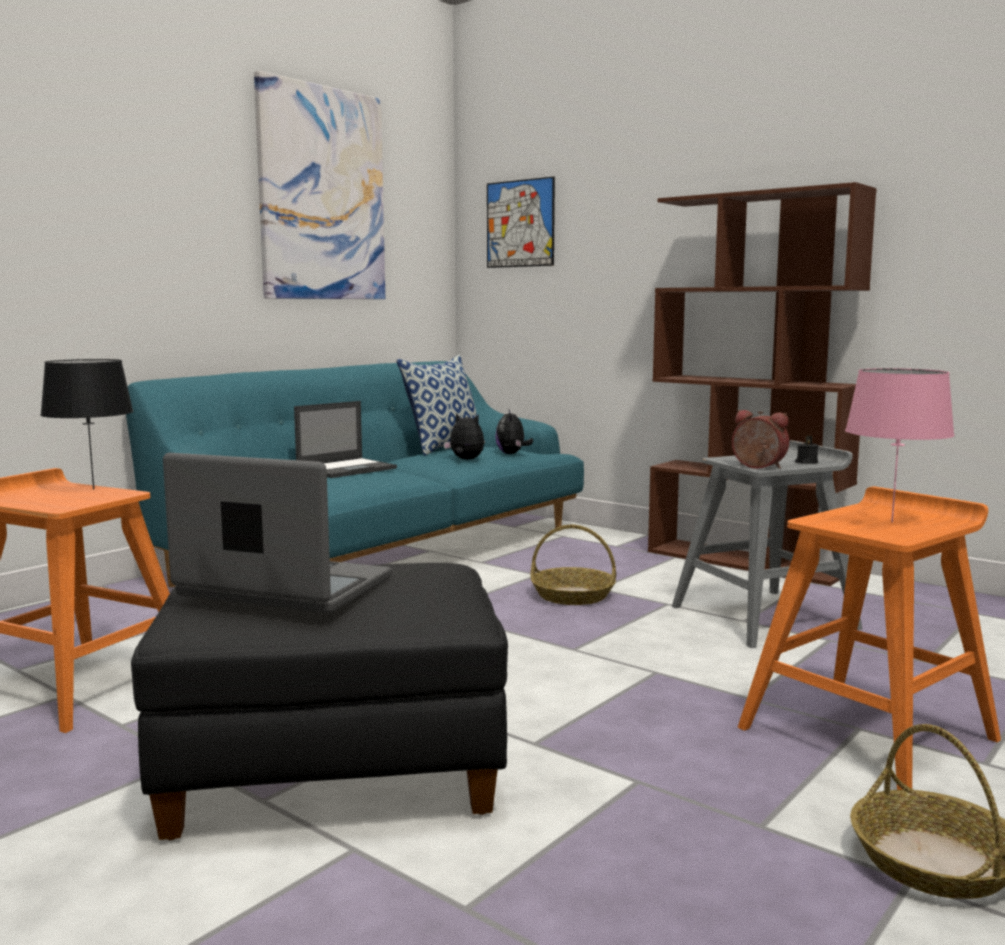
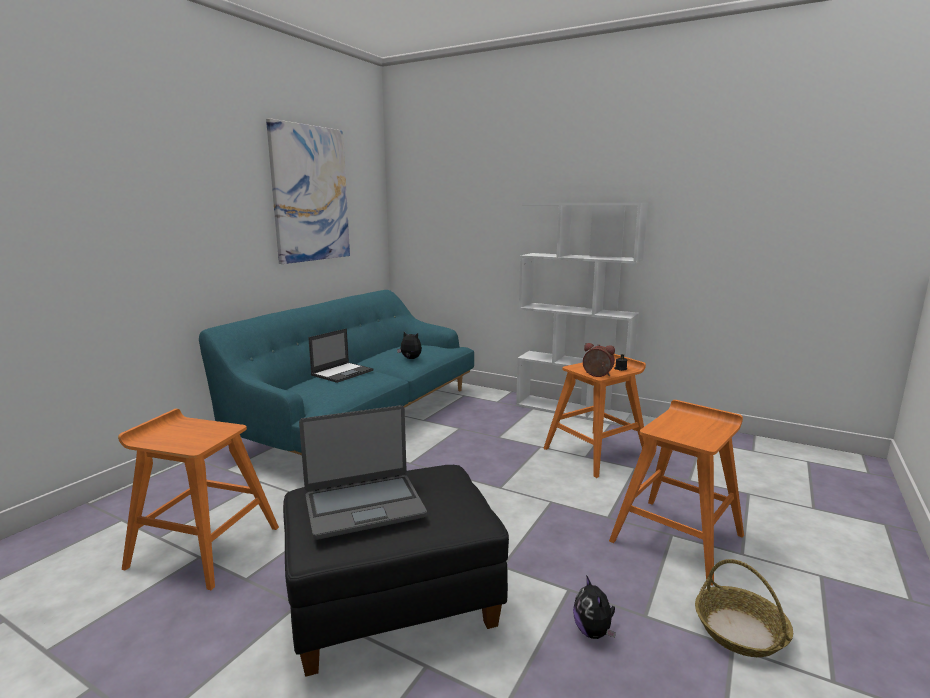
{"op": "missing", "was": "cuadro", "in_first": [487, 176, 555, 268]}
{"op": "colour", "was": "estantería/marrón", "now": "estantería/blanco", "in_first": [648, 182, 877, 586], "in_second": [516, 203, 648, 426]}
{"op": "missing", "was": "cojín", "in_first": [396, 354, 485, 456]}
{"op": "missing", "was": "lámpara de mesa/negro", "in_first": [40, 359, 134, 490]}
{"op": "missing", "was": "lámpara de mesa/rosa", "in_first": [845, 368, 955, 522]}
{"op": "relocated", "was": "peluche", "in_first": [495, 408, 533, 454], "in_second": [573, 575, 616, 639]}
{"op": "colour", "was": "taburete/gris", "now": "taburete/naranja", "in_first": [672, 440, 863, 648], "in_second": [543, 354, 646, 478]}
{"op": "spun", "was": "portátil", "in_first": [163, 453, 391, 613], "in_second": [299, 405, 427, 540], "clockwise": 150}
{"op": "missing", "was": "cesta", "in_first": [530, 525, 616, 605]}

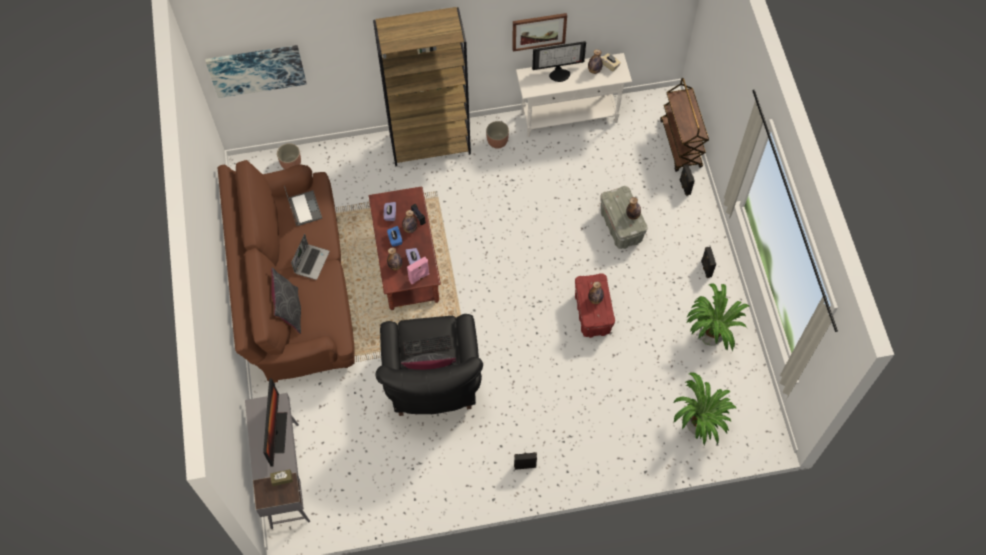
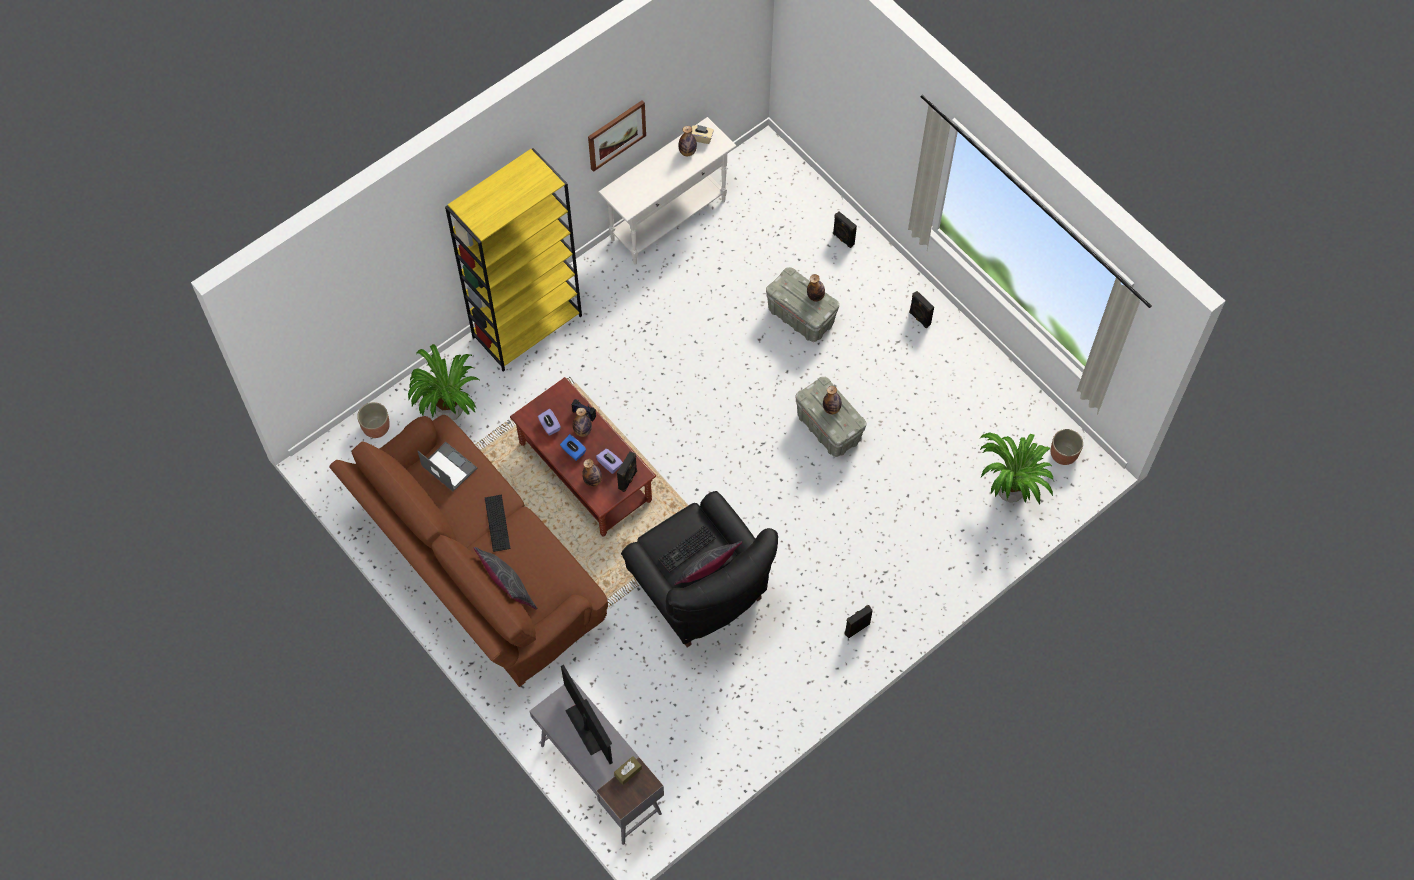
{"op": "colour", "was": "estantería/marrón", "now": "estantería/amarillo", "in_first": [373, 7, 471, 167], "in_second": [445, 148, 582, 371]}
{"op": "missing", "was": "monitor", "in_first": [532, 41, 586, 82]}
{"op": "missing", "was": "cuadro", "in_first": [205, 45, 307, 98]}
{"op": "missing", "was": "carrito/marrón", "in_first": [660, 78, 709, 172]}
{"op": "relocated", "was": "maceta", "in_first": [486, 121, 509, 149], "in_second": [1051, 429, 1083, 465]}
{"op": "exchanged", "was": "portátil", "now": "teclado", "in_first": [291, 234, 330, 280], "in_second": [485, 495, 510, 552]}
{"op": "colour", "was": "altavoz/rosa", "now": "altavoz/negro", "in_first": [407, 257, 430, 284], "in_second": [617, 451, 637, 492]}
{"op": "colour", "was": "caja de almacenaje/rojo", "now": "caja de almacenaje/gris", "in_first": [575, 273, 615, 338], "in_second": [795, 376, 866, 457]}
{"op": "relocated", "was": "planta en maceta", "in_first": [687, 284, 750, 352], "in_second": [408, 344, 481, 420]}

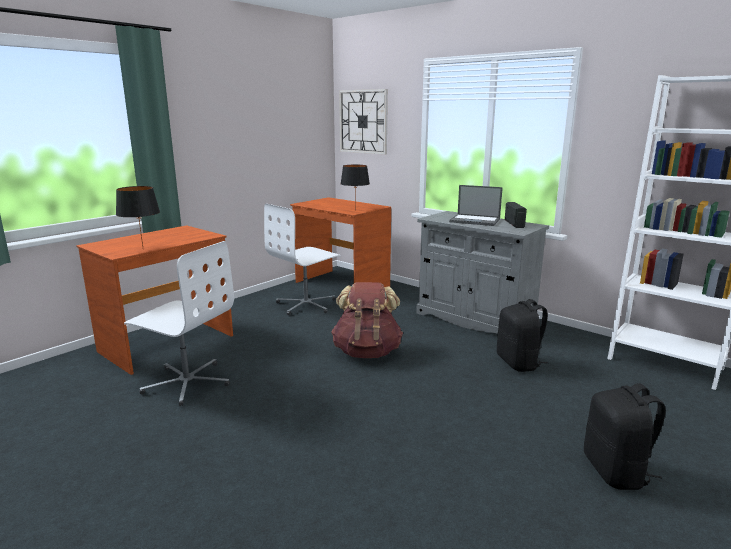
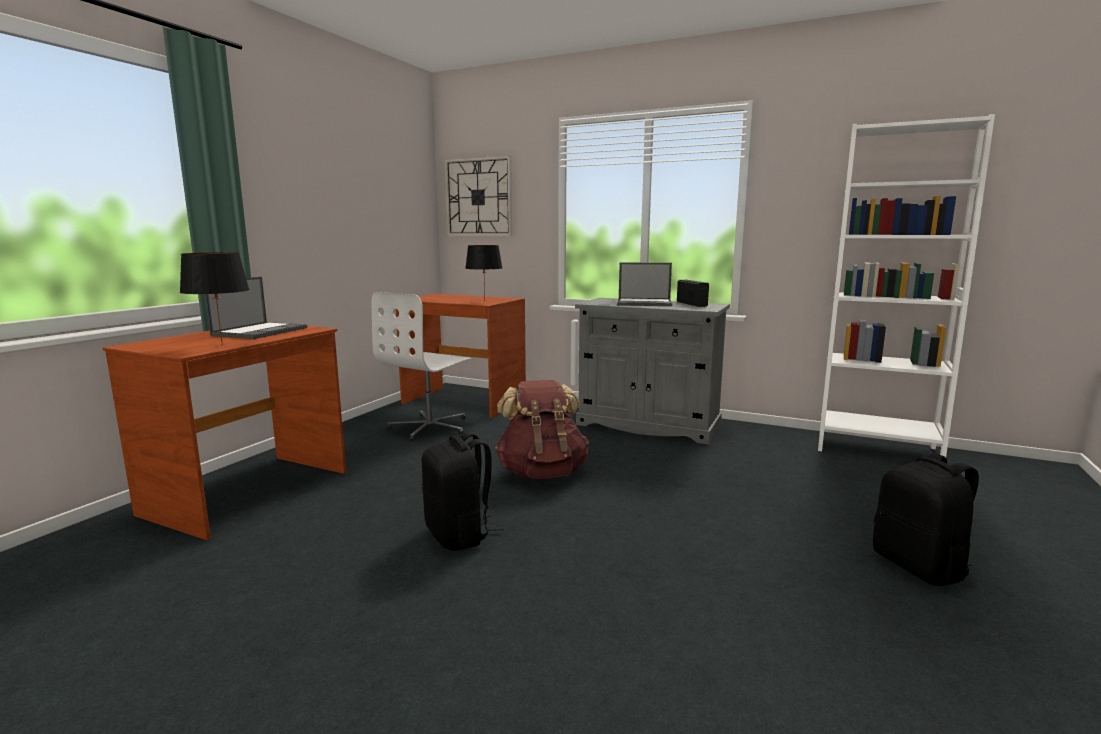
{"op": "missing", "was": "silla de oficina/blanco", "in_first": [124, 241, 234, 406]}
{"op": "relocated", "was": "mochila/negro", "in_first": [497, 299, 548, 372], "in_second": [421, 432, 504, 551]}
{"op": "appeared", "now": "portátil", "in_second": [205, 277, 307, 339]}

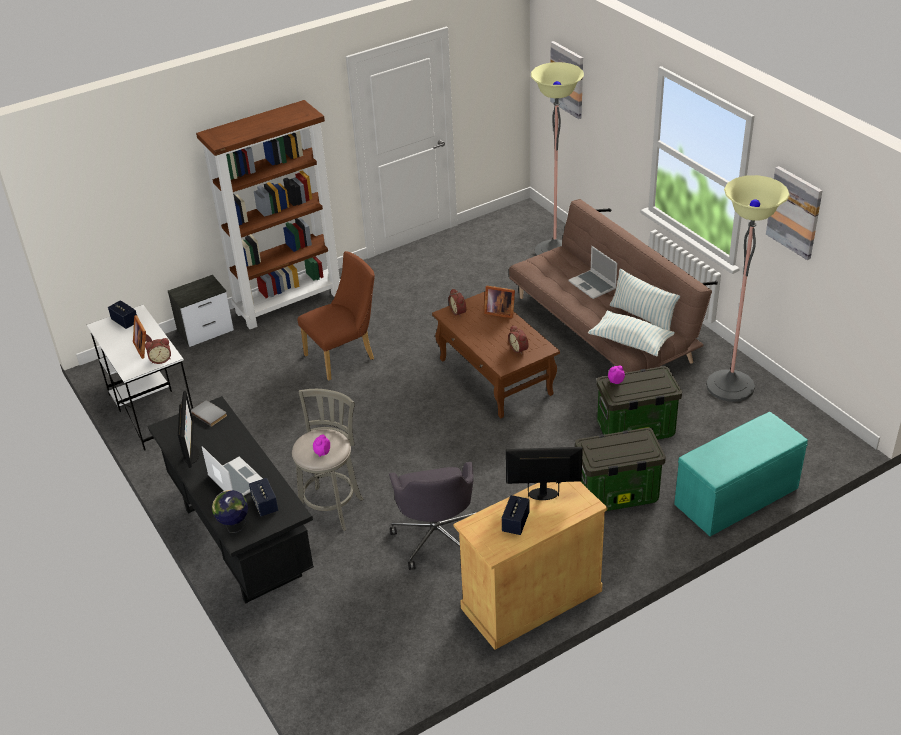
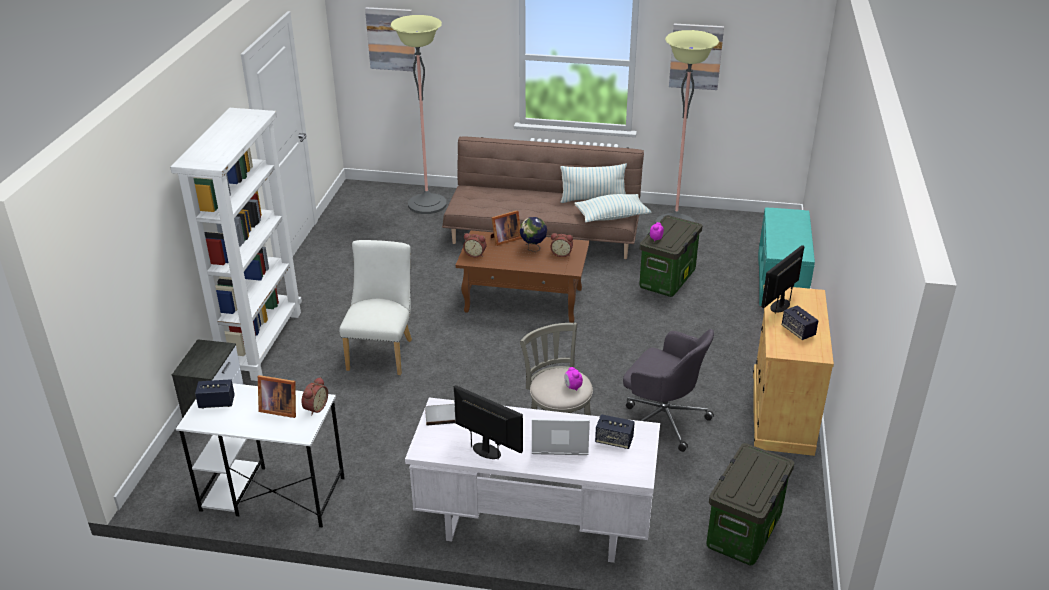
{"op": "colour", "was": "estantería/marrón", "now": "estantería/blanco", "in_first": [196, 100, 340, 329], "in_second": [170, 108, 302, 381]}
{"op": "missing", "was": "portátil", "in_first": [568, 246, 617, 299]}
{"op": "colour", "was": "silla/marrón", "now": "silla/blanco", "in_first": [297, 251, 375, 380], "in_second": [339, 240, 412, 375]}
{"op": "colour", "was": "escritorio/negro", "now": "escritorio/blanco", "in_first": [148, 396, 314, 603], "in_second": [405, 398, 660, 563]}
{"op": "relocated", "was": "caja de almacenaje", "in_first": [575, 427, 666, 511], "in_second": [707, 443, 794, 566]}
{"op": "relocated", "was": "globo terráqueo", "in_first": [212, 490, 248, 533], "in_second": [520, 217, 547, 252]}

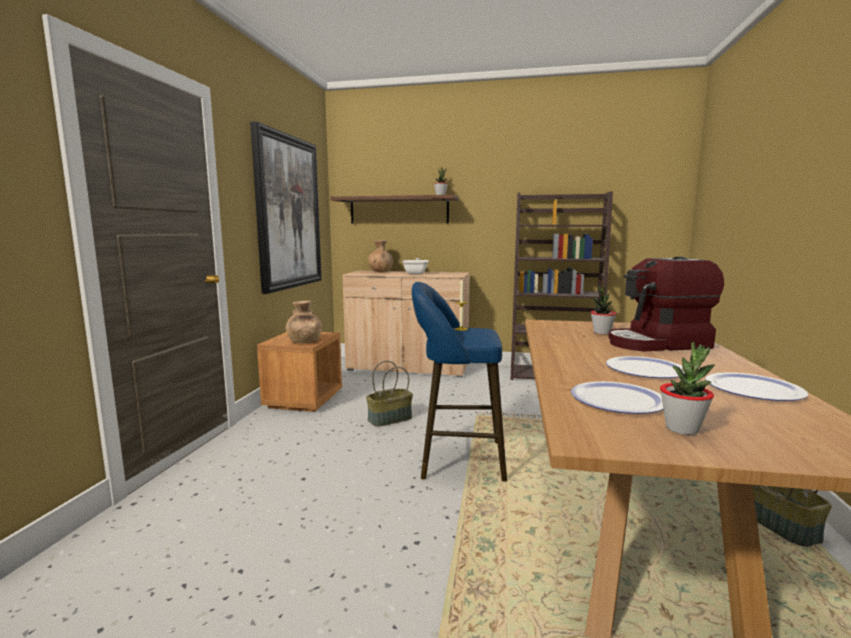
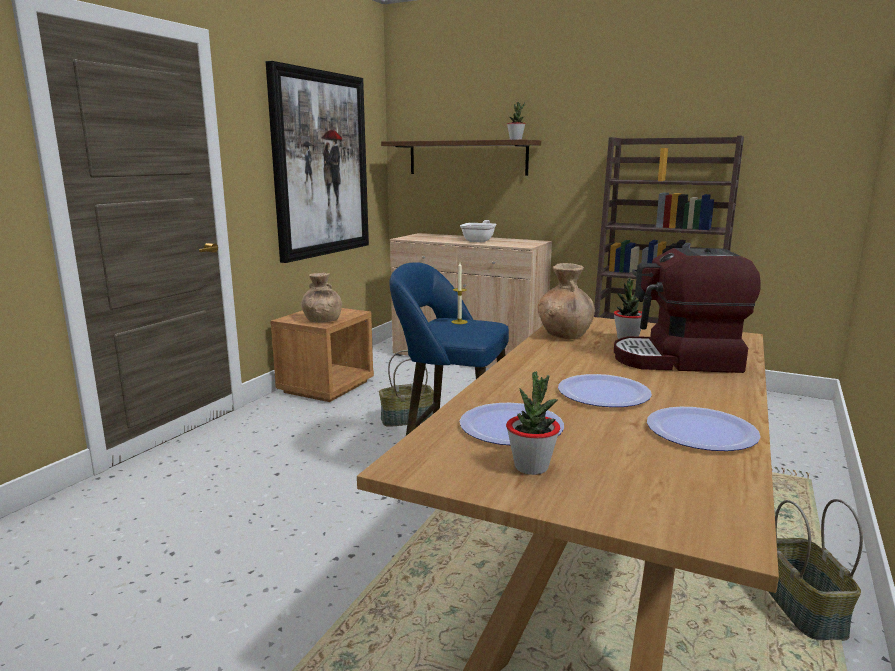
{"op": "relocated", "was": "florero/marrón", "in_first": [368, 240, 394, 272], "in_second": [538, 263, 595, 339]}

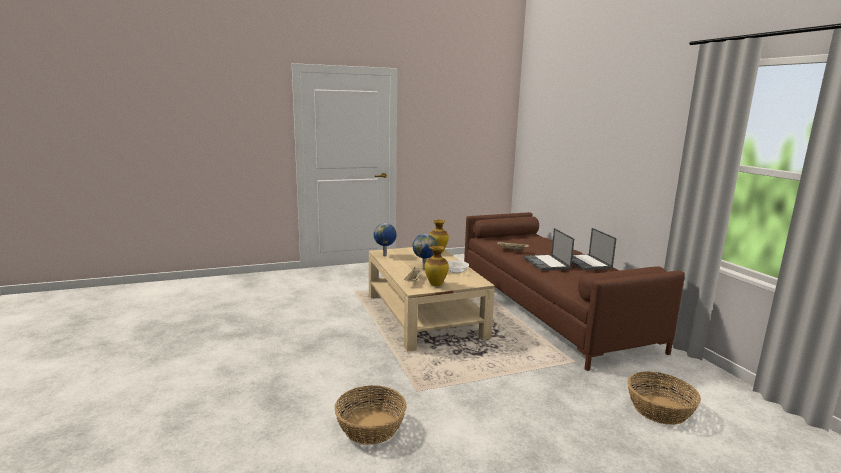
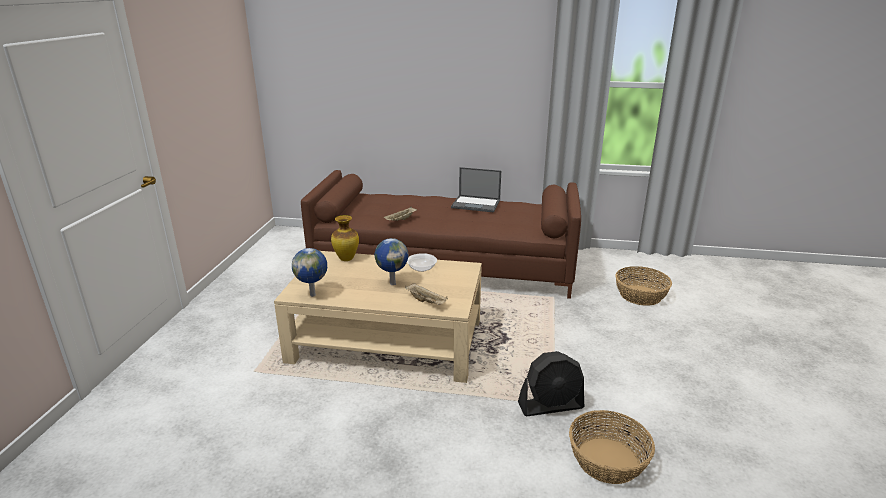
{"op": "missing", "was": "portátil", "in_first": [523, 228, 574, 271]}
{"op": "missing", "was": "florero", "in_first": [425, 245, 449, 286]}
{"op": "appeared", "now": "ventilador/negro", "in_second": [518, 351, 584, 416]}

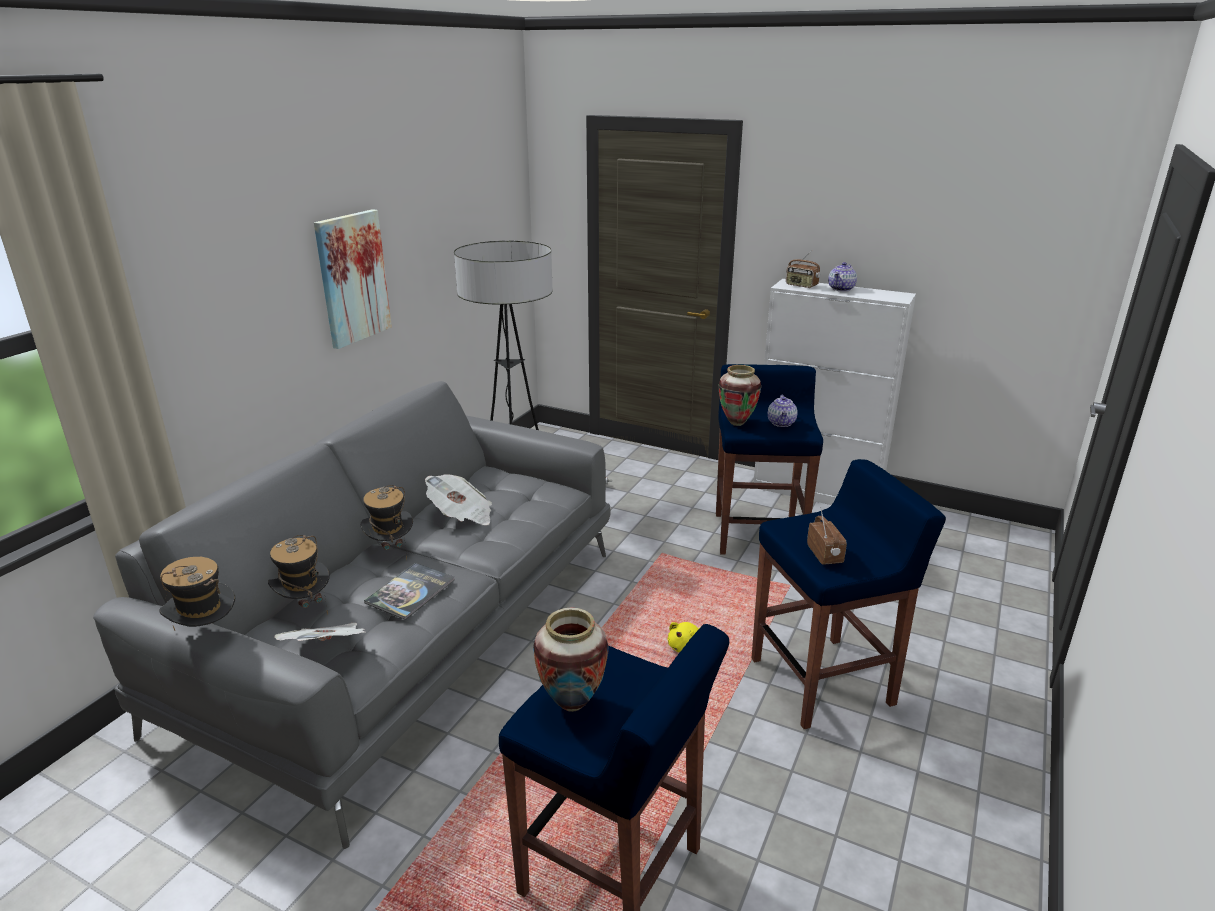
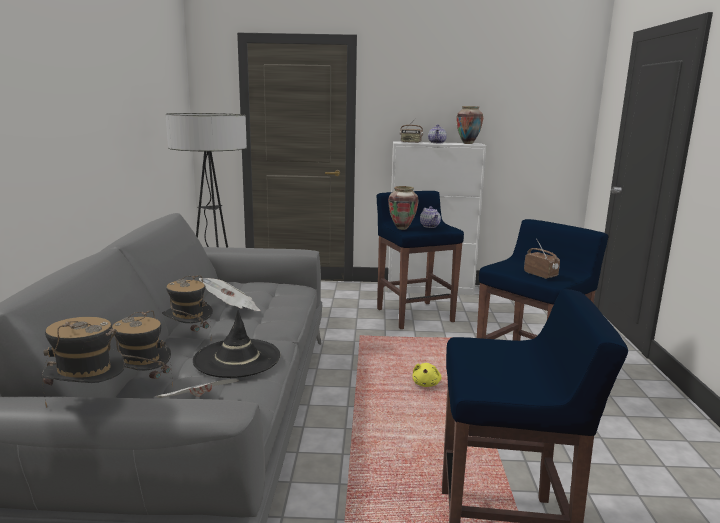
{"op": "missing", "was": "cuadro", "in_first": [314, 209, 392, 349]}
{"op": "exchanged", "was": "libro", "now": "sombrero/negro", "in_first": [364, 563, 455, 620], "in_second": [193, 310, 280, 378]}
{"op": "relocated", "was": "florero", "in_first": [533, 608, 609, 712], "in_second": [457, 106, 483, 144]}

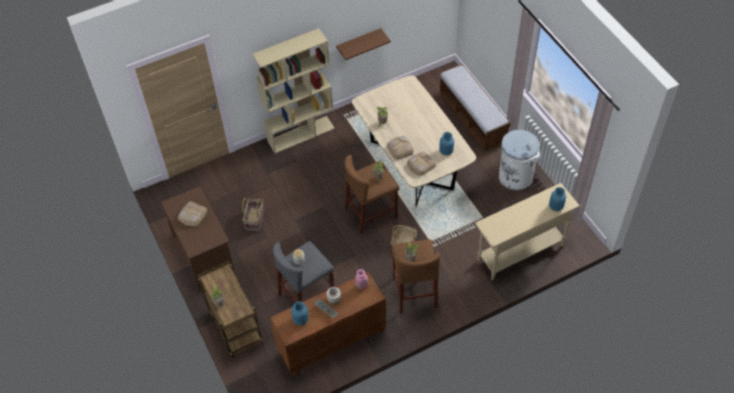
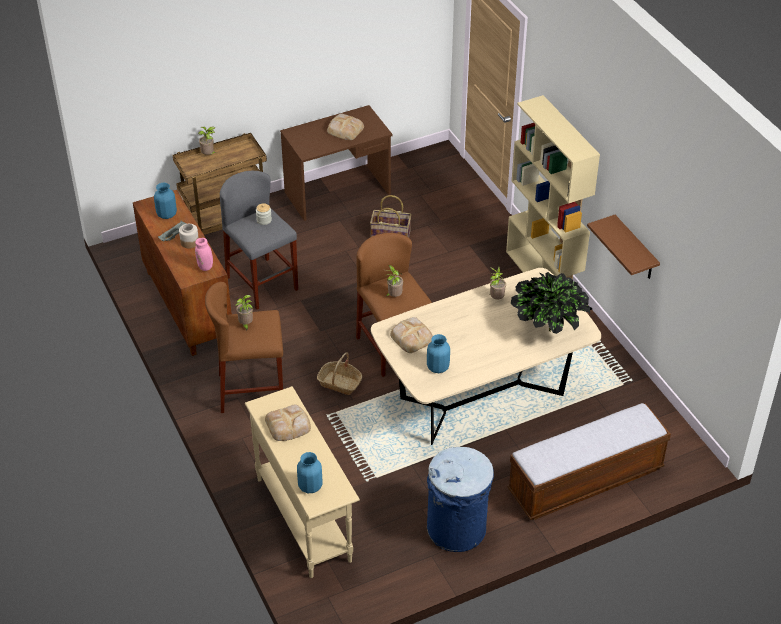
{"op": "colour", "was": "papelera/blanco", "now": "papelera/azul", "in_first": [499, 129, 540, 191], "in_second": [427, 447, 494, 552]}
{"op": "relocated", "was": "pan", "in_first": [387, 136, 414, 160], "in_second": [265, 404, 311, 441]}
{"op": "appeared", "now": "planta en maceta", "in_second": [511, 272, 592, 334]}

